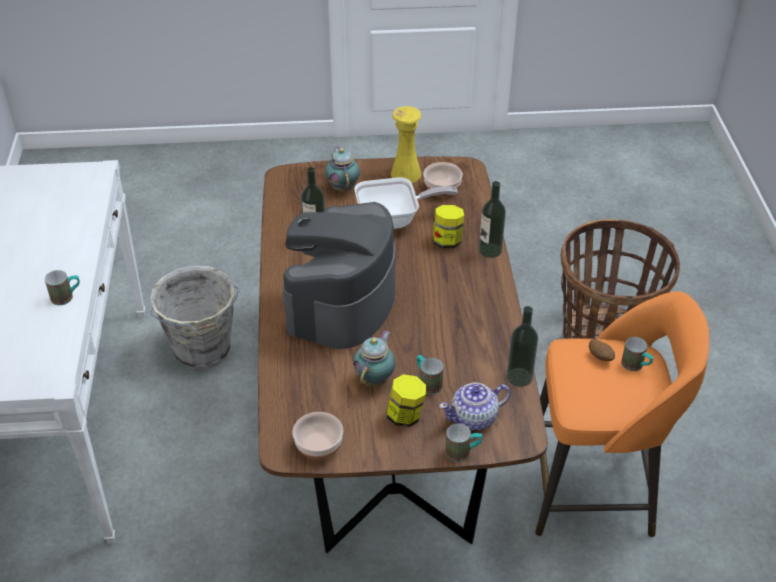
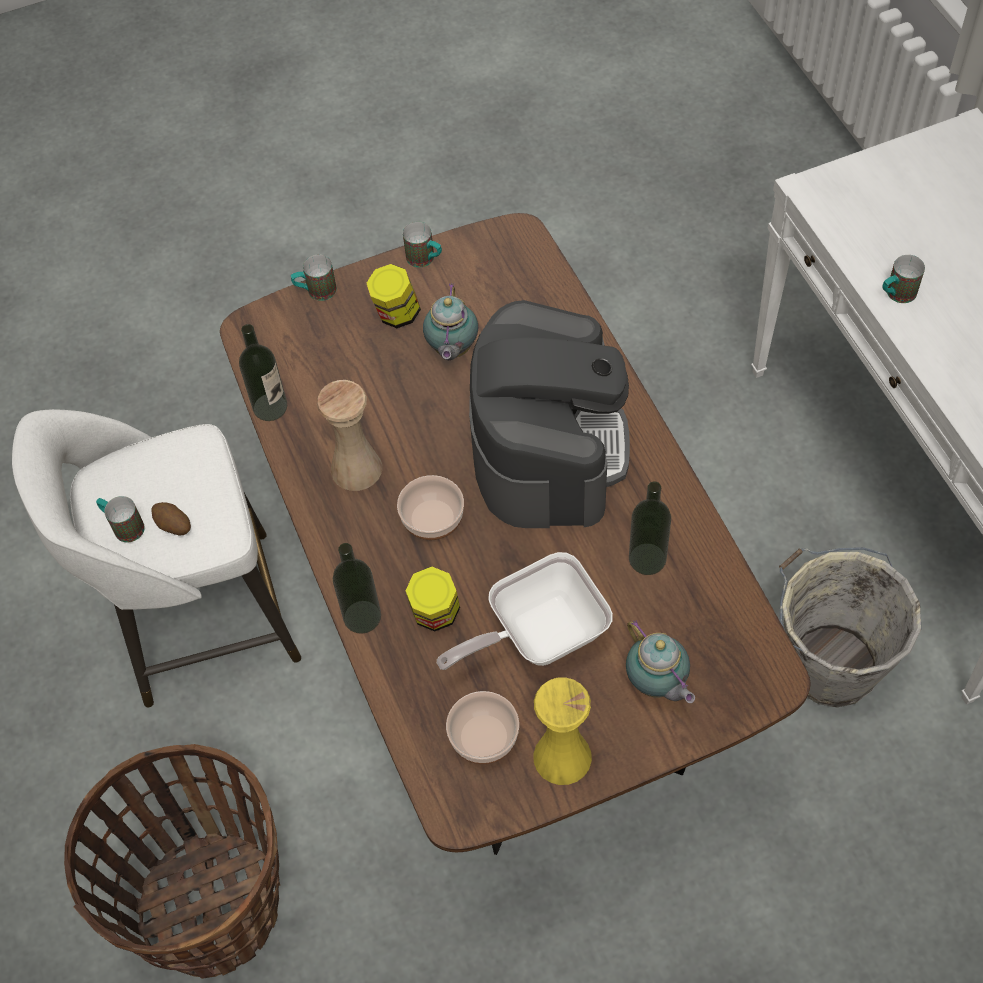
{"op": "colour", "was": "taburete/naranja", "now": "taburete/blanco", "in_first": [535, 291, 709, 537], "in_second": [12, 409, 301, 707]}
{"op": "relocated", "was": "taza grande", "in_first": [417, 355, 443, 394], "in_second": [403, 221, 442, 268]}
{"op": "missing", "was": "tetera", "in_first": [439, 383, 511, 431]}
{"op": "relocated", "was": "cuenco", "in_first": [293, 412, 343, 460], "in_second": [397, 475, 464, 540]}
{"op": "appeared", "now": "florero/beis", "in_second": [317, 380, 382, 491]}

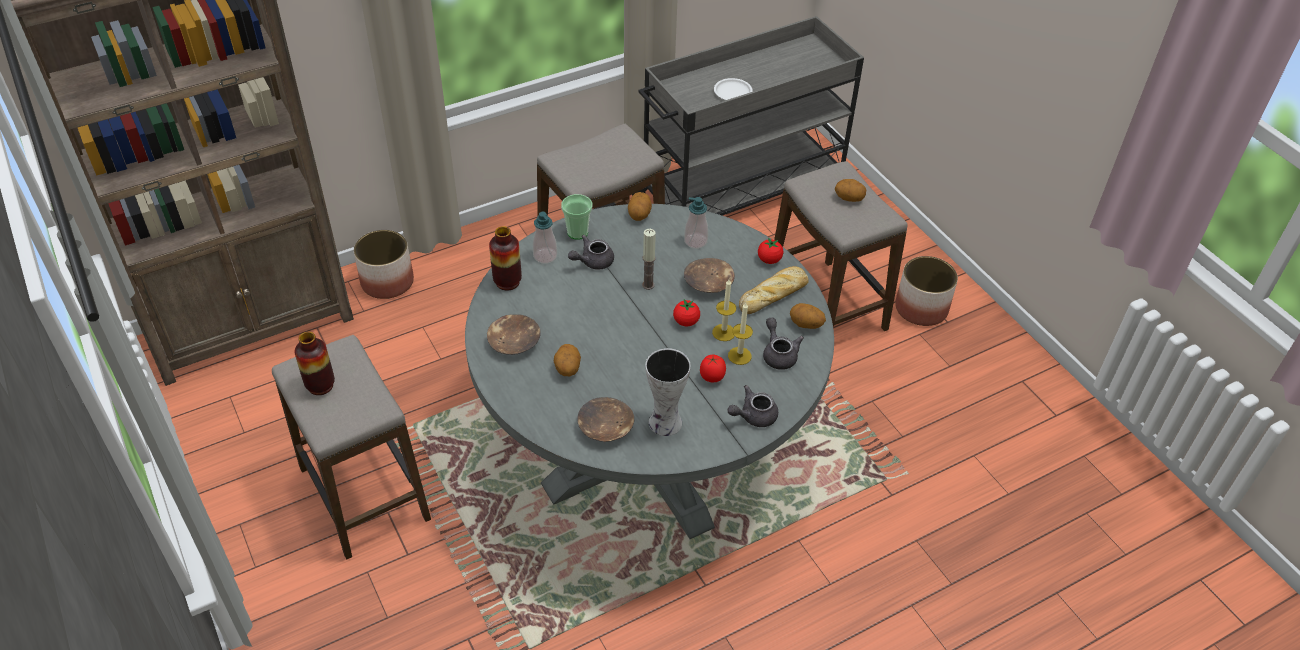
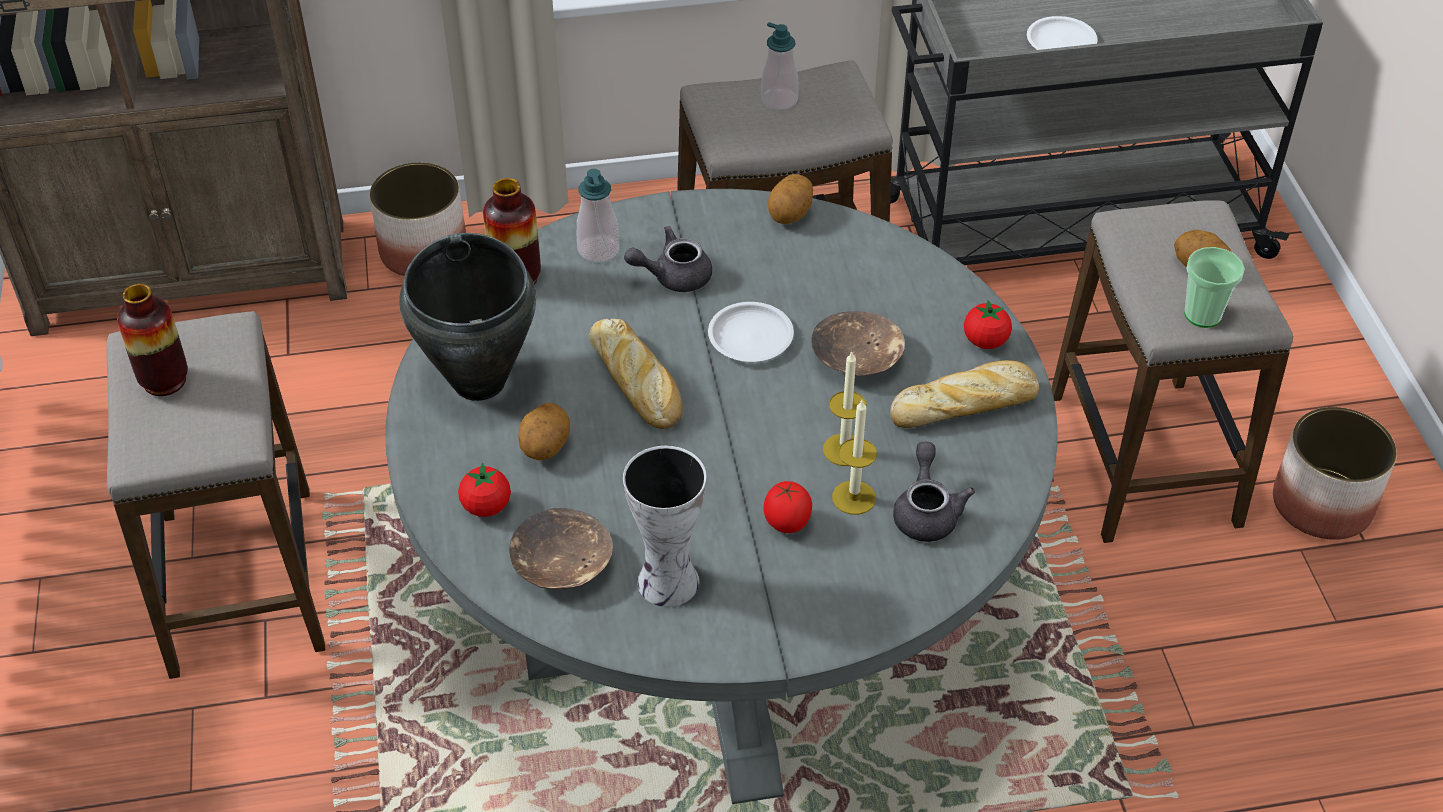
{"op": "relocated", "was": "taza", "in_first": [561, 194, 592, 240], "in_second": [1184, 247, 1245, 328]}
{"op": "relocated", "was": "dispensador de jabón", "in_first": [684, 197, 708, 249], "in_second": [761, 22, 799, 110]}
{"op": "exchanged", "was": "vela", "now": "plato/blanco", "in_first": [642, 229, 656, 290], "in_second": [708, 302, 794, 362]}
{"op": "relocated", "was": "tomate", "in_first": [673, 299, 700, 327], "in_second": [458, 463, 511, 517]}
{"op": "missing", "was": "patata", "in_first": [790, 303, 826, 329]}
{"op": "exchanged", "was": "cuenco/marrón", "now": "olla/negro", "in_first": [487, 314, 541, 355], "in_second": [399, 233, 536, 401]}
{"op": "missing", "was": "tetera/gris", "in_first": [727, 385, 778, 427]}
{"op": "appeared", "now": "pan", "in_second": [589, 318, 683, 429]}

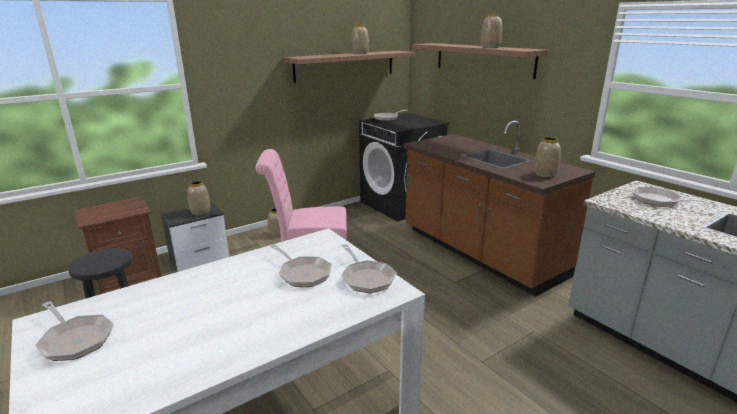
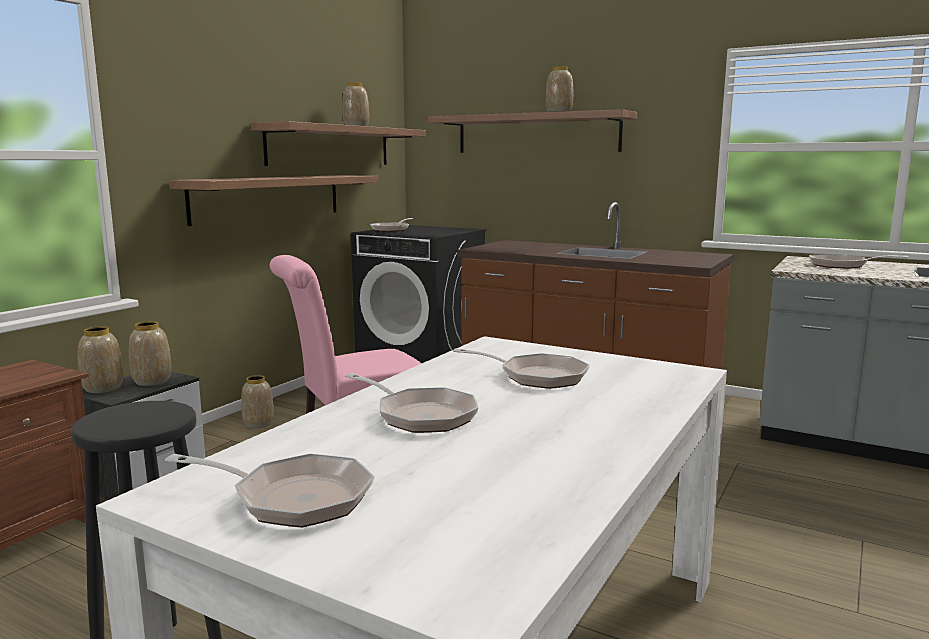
{"op": "relocated", "was": "florero", "in_first": [534, 137, 561, 177], "in_second": [78, 326, 123, 393]}
{"op": "relocated", "was": "sartén", "in_first": [341, 244, 396, 294], "in_second": [345, 373, 478, 433]}
{"op": "appeared", "now": "estante", "in_second": [169, 175, 378, 226]}

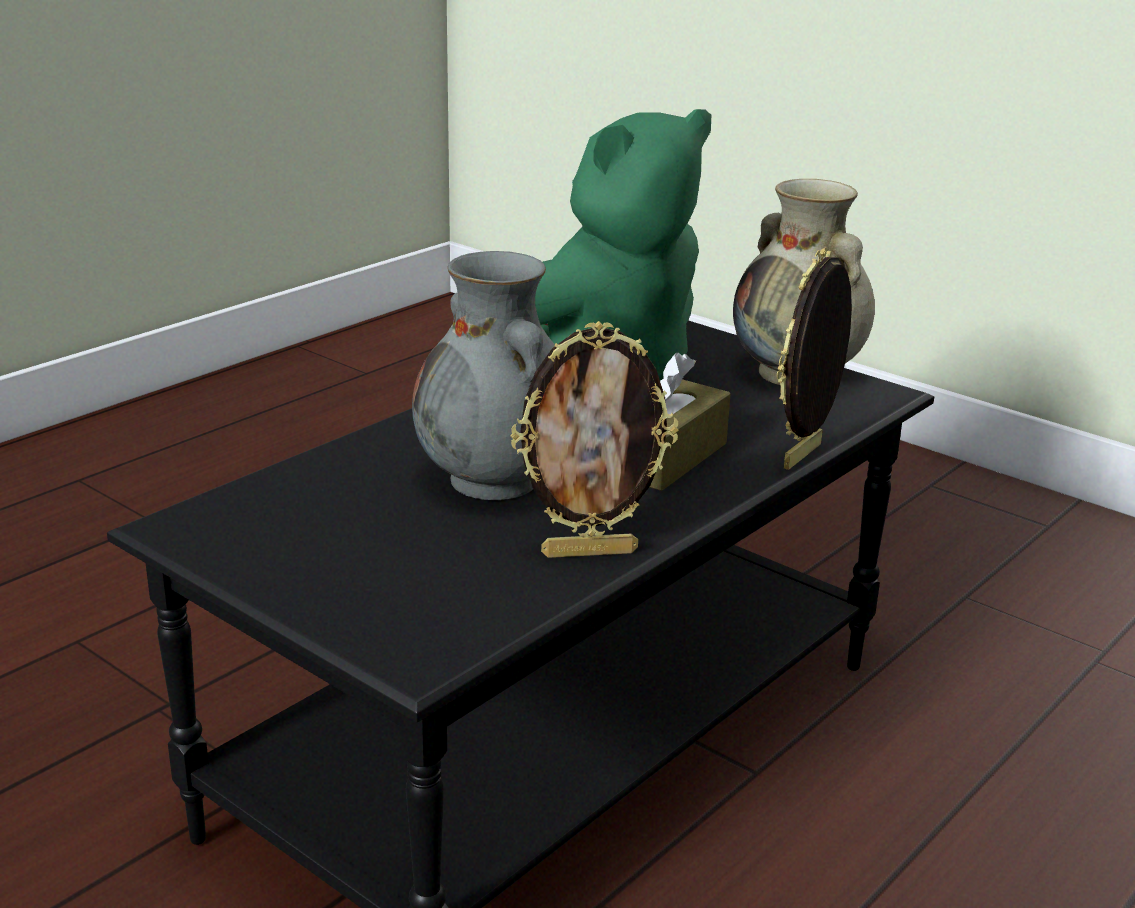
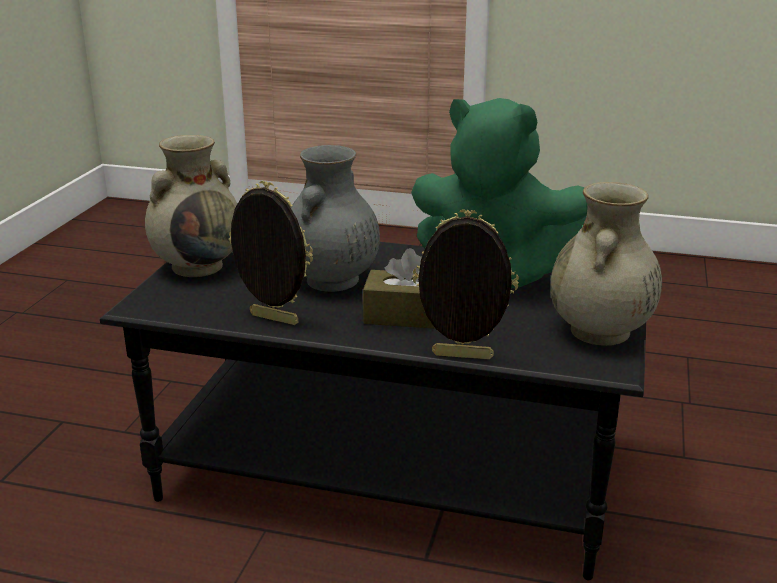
{"op": "spun", "was": "portarretratos", "in_first": [510, 321, 678, 558], "in_second": [229, 181, 313, 325], "clockwise": 150}
{"op": "appeared", "now": "florero/beis", "in_second": [145, 135, 237, 277]}

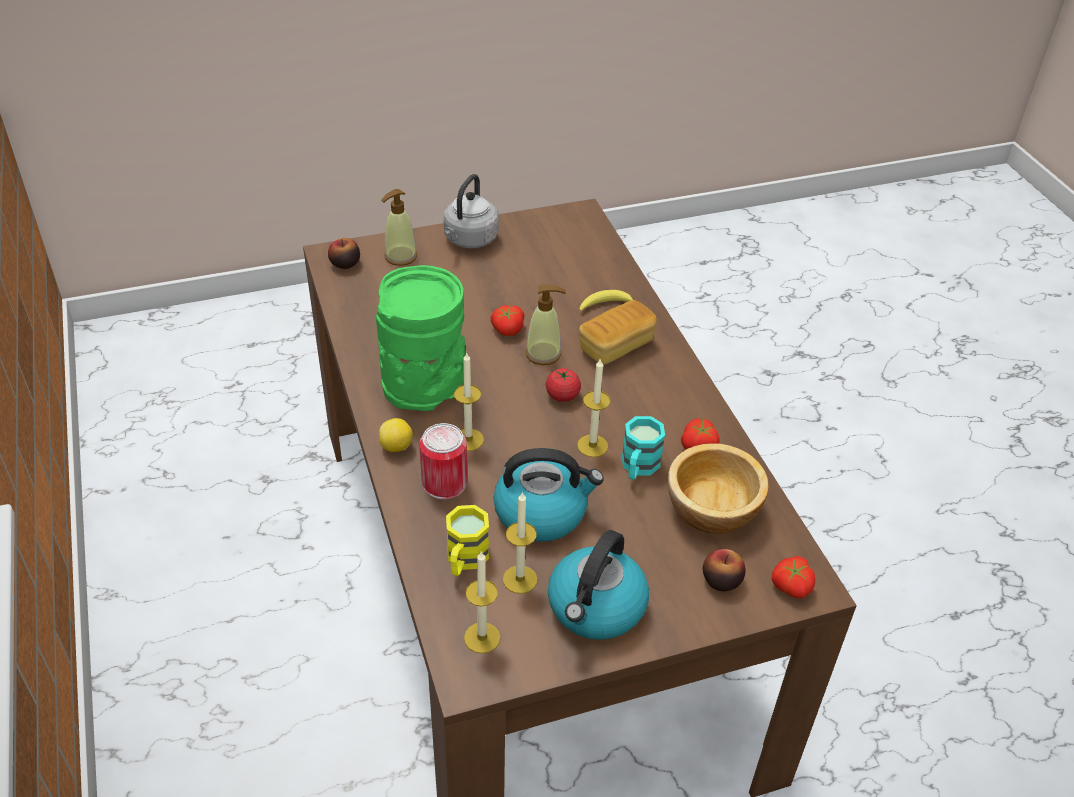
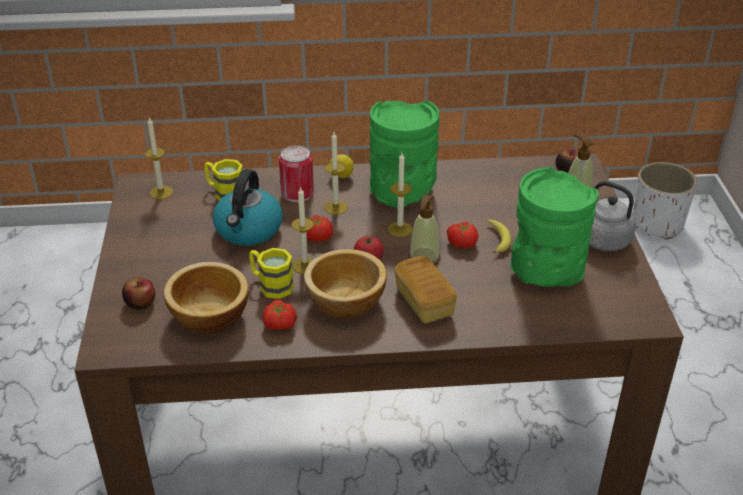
{"op": "relocated", "was": "plátano", "in_first": [580, 290, 633, 311], "in_second": [487, 219, 511, 253]}
{"op": "colour", "was": "taza grande/turquesa", "now": "taza grande/amarillo", "in_first": [622, 416, 665, 480], "in_second": [249, 248, 294, 299]}
{"op": "relocated", "was": "vela", "in_first": [503, 492, 537, 594], "in_second": [388, 153, 412, 237]}
{"op": "missing", "was": "hervidor", "in_first": [548, 530, 649, 640]}
{"op": "relocated", "was": "tomate", "in_first": [772, 556, 815, 599], "in_second": [306, 215, 333, 242]}
{"op": "appeared", "now": "maceta/blanco", "in_second": [633, 162, 697, 240]}
{"op": "appeared", "now": "florero/verde", "in_second": [511, 167, 598, 287]}
{"op": "appeared", "now": "cuenco", "in_second": [304, 249, 387, 319]}

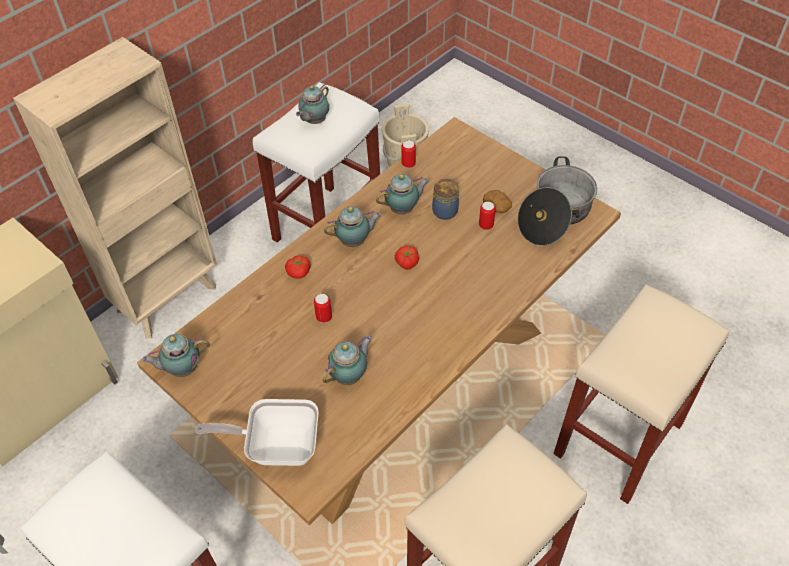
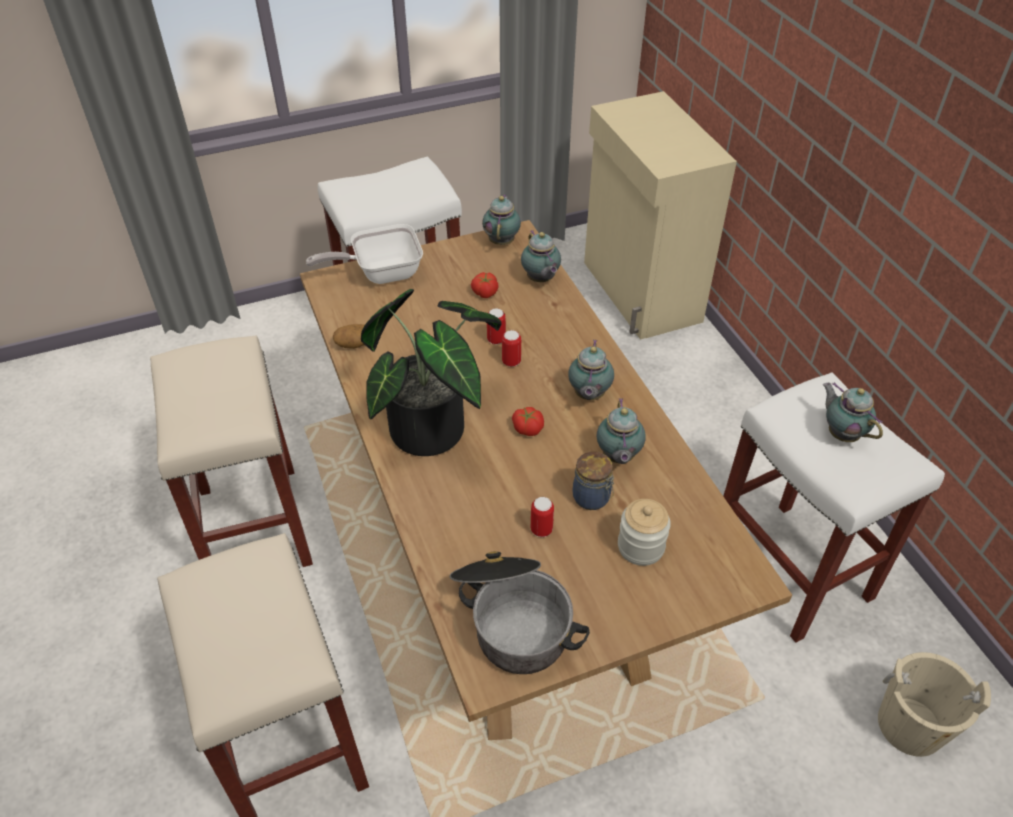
{"op": "missing", "was": "estantería/beis", "in_first": [13, 37, 217, 339]}
{"op": "relocated", "was": "lata", "in_first": [401, 140, 416, 168], "in_second": [502, 330, 521, 367]}
{"op": "relocated", "was": "patata", "in_first": [483, 190, 512, 213], "in_second": [333, 324, 365, 349]}
{"op": "relocated", "was": "tomate", "in_first": [285, 255, 310, 279], "in_second": [471, 272, 499, 298]}
{"op": "relocated", "was": "tetera", "in_first": [323, 336, 372, 385], "in_second": [521, 230, 561, 282]}
{"op": "spun", "was": "sartén", "in_first": [195, 399, 319, 466], "in_second": [306, 224, 423, 284], "clockwise": -135}
{"op": "appeared", "now": "planta en maceta", "in_second": [361, 289, 501, 456]}
{"op": "appeared", "now": "tarro", "in_second": [618, 499, 671, 566]}

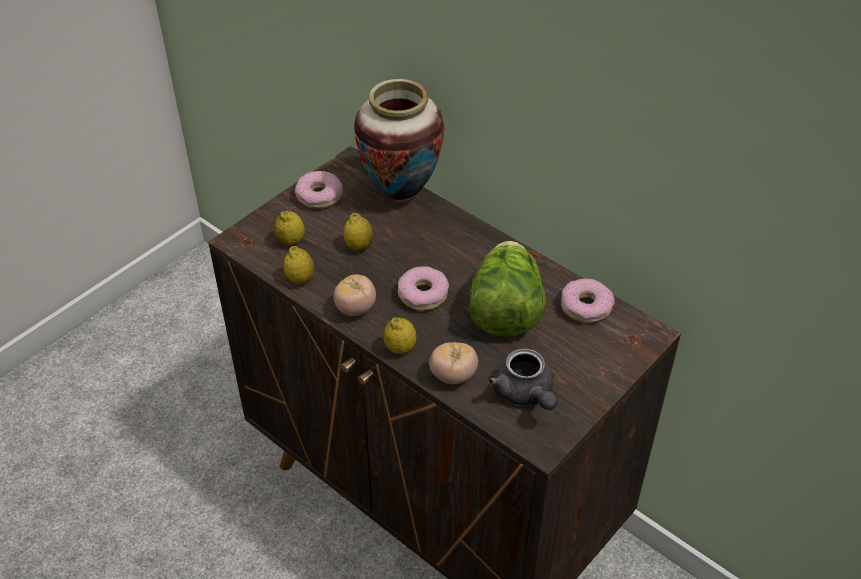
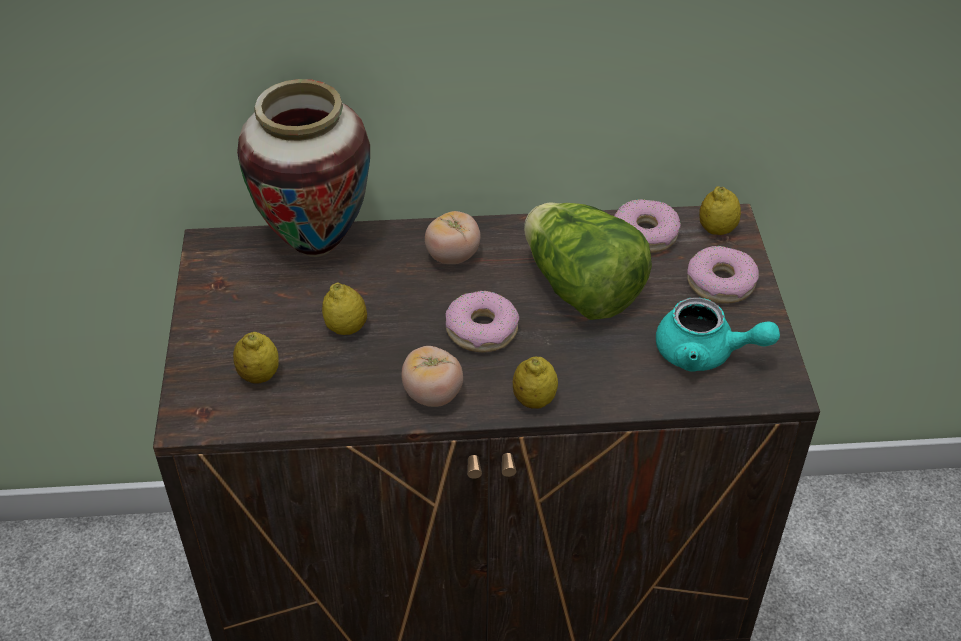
{"op": "relocated", "was": "rosquilla", "in_first": [295, 171, 343, 209], "in_second": [687, 246, 759, 304]}
{"op": "relocated", "was": "limón", "in_first": [283, 246, 315, 284], "in_second": [699, 186, 741, 235]}
{"op": "relocated", "was": "tomate", "in_first": [429, 342, 478, 384], "in_second": [425, 211, 480, 264]}
{"op": "colour", "was": "tetera/gris", "now": "tetera/turquesa", "in_first": [488, 348, 558, 410], "in_second": [656, 297, 780, 372]}

